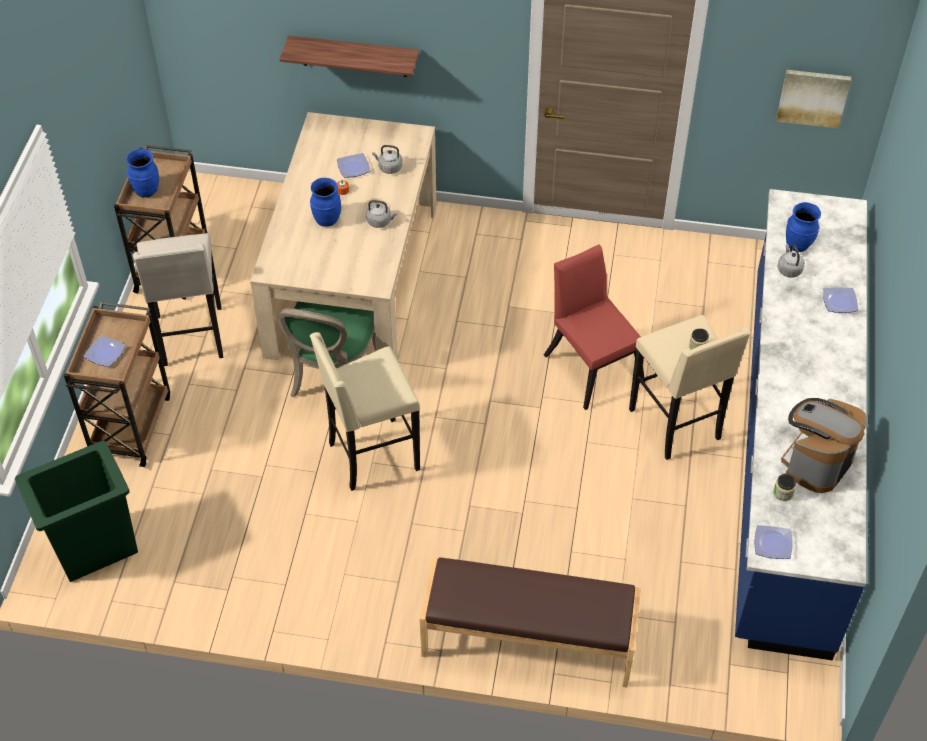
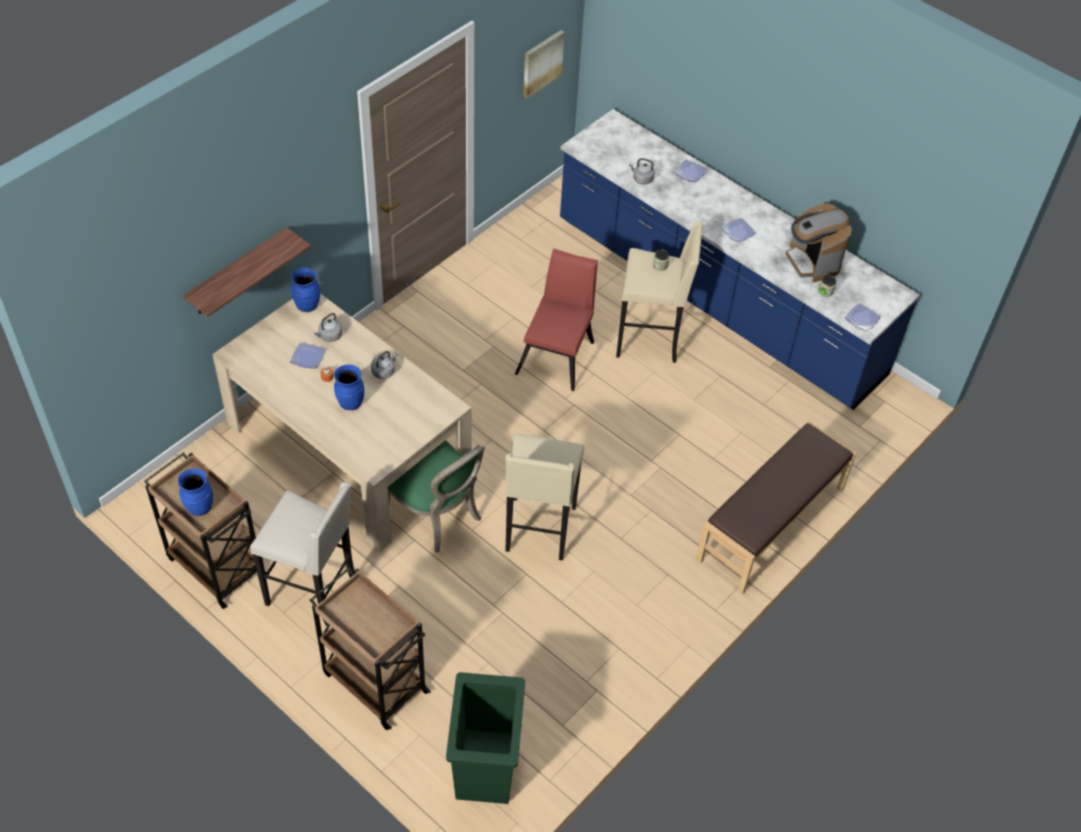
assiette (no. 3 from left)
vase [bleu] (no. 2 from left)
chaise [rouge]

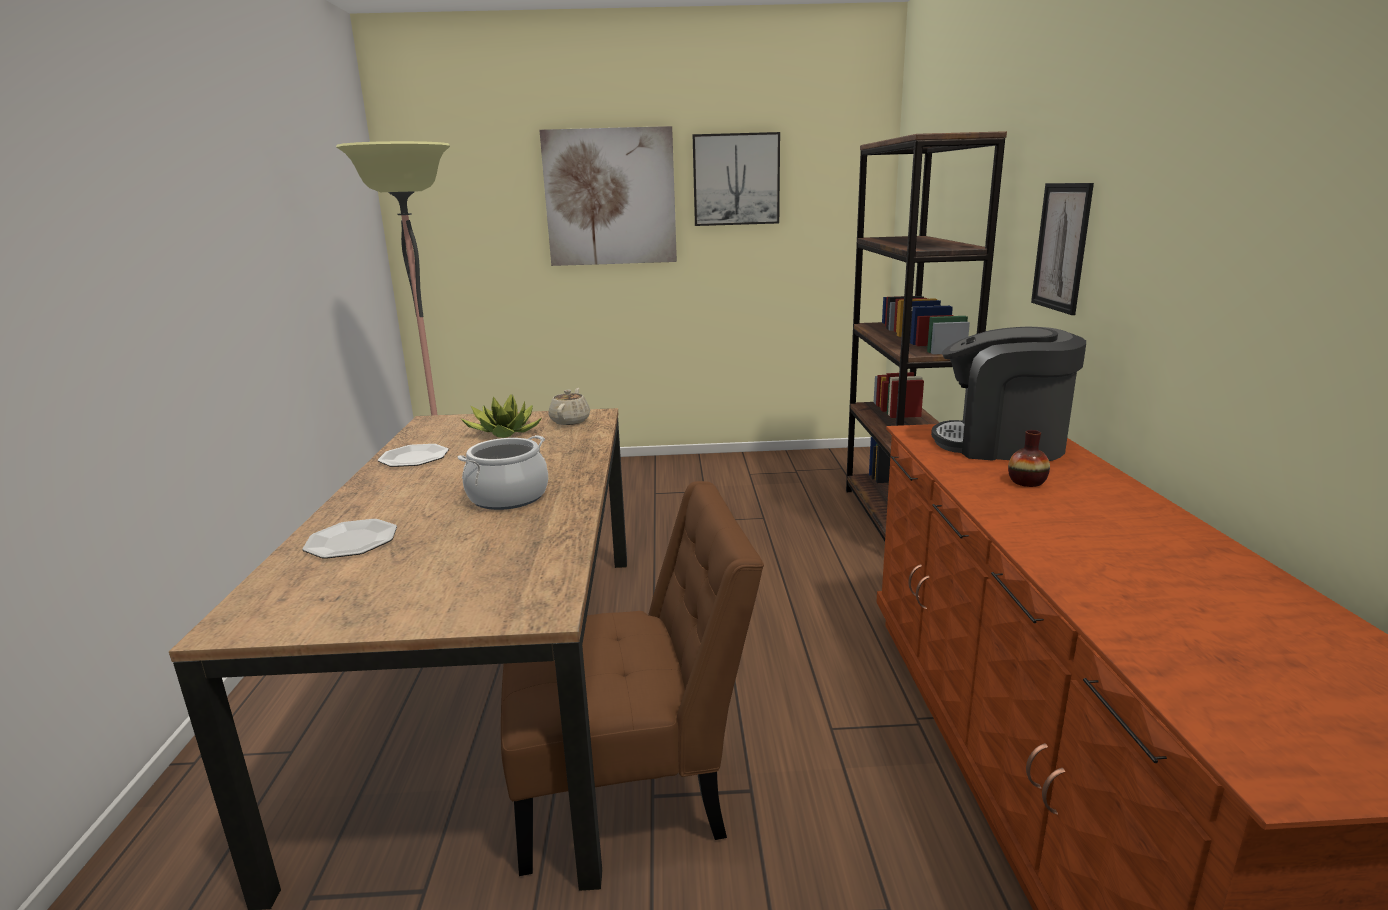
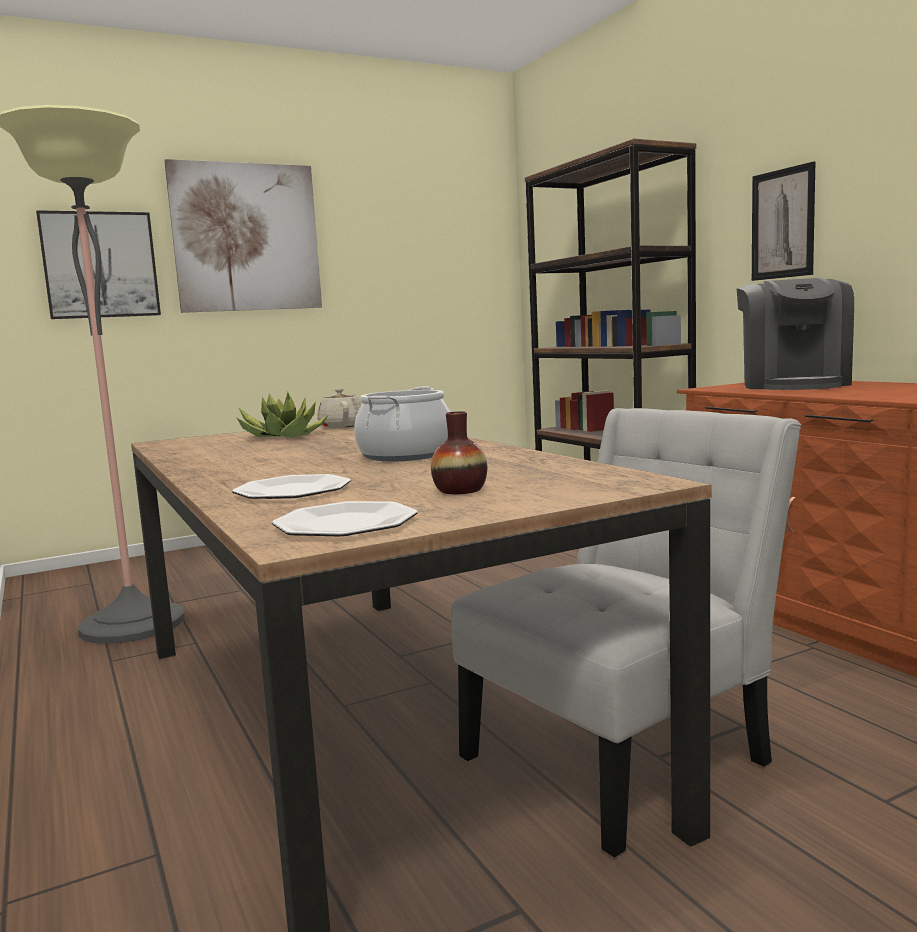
assiette (no. 2 from left)
tableau (no. 1 from left)
vase
chaise [blanc]
machine à café

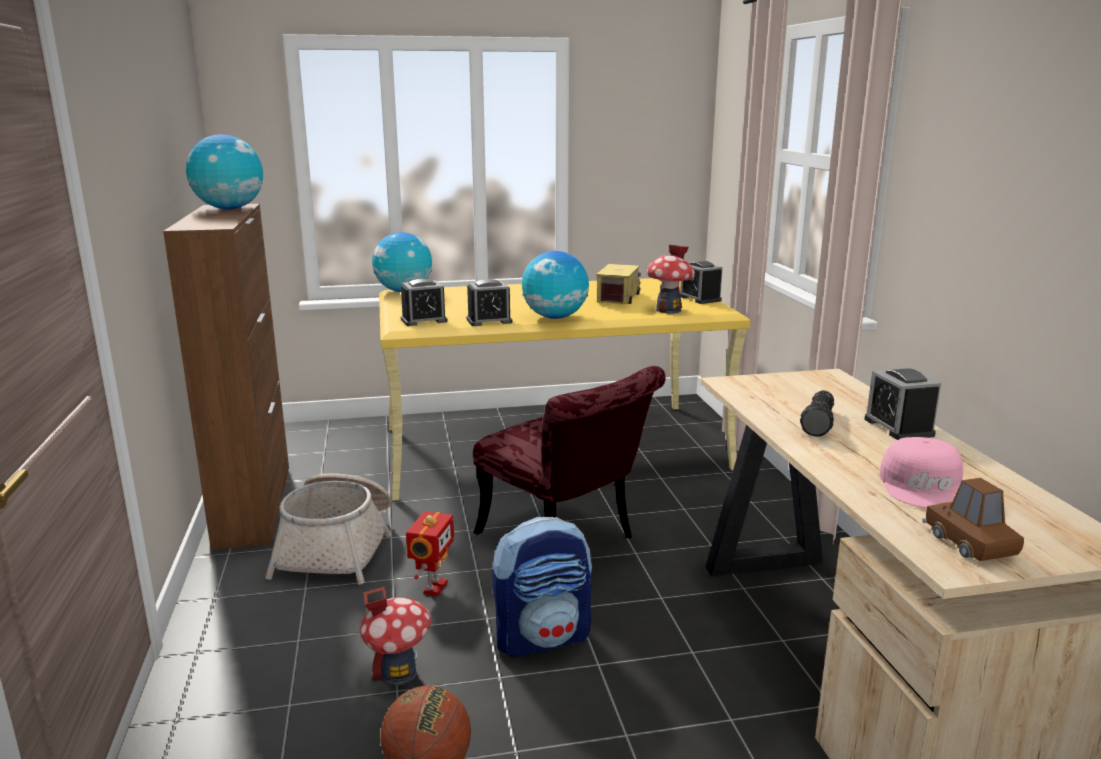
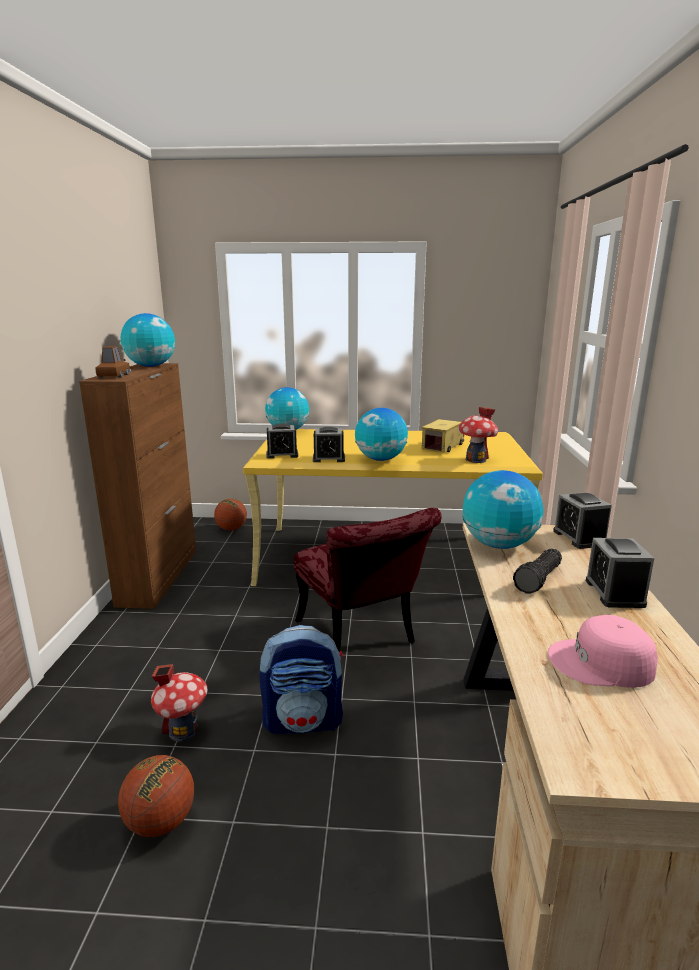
panier
robot jouet
ballon de basket (no. 2 from left)
globe (no. 4 from left)
réveil (no. 3 from left)
petite voiture [marron]
casquette [rose]

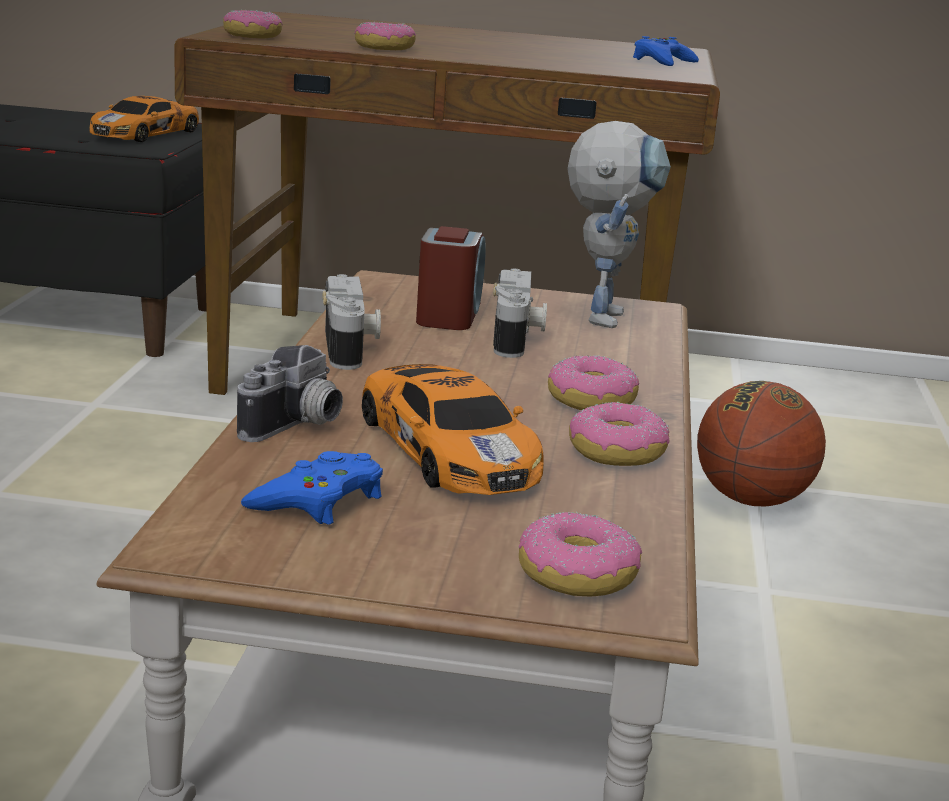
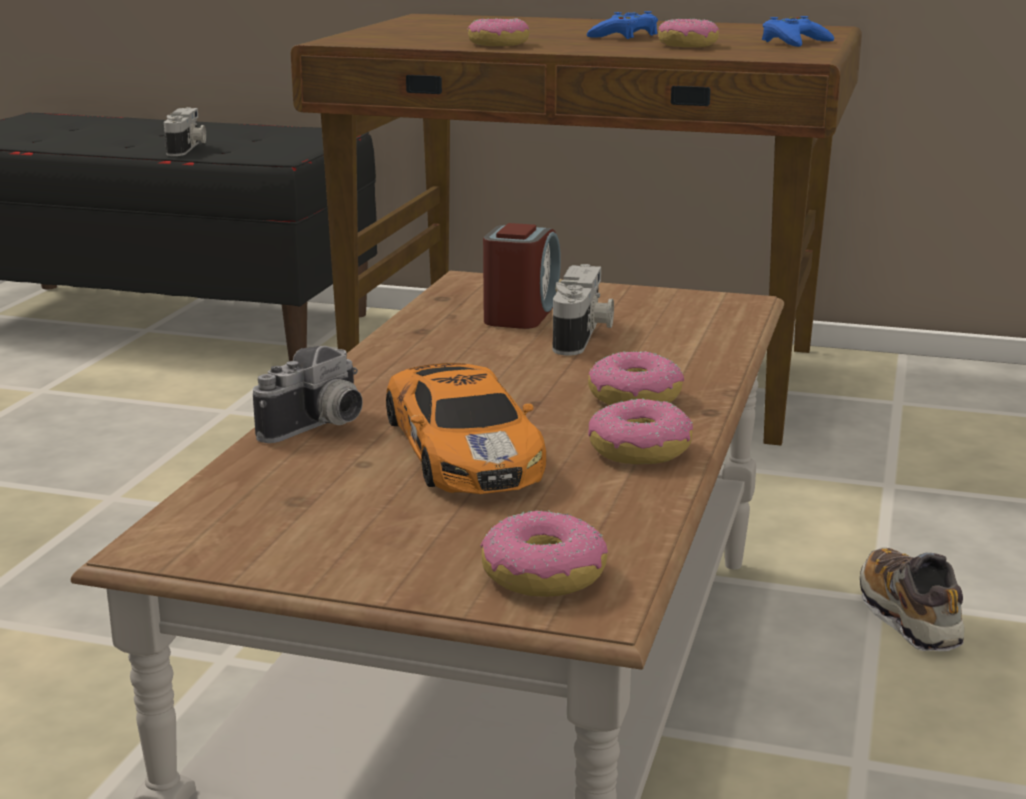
petite voiture (no. 1 from left in the first image)
robot jouet
ballon de basket
chaussure
beignet (no. 5 from left)
manette [bleu] (no. 1 from left)
appareil photo (no. 1 from left)

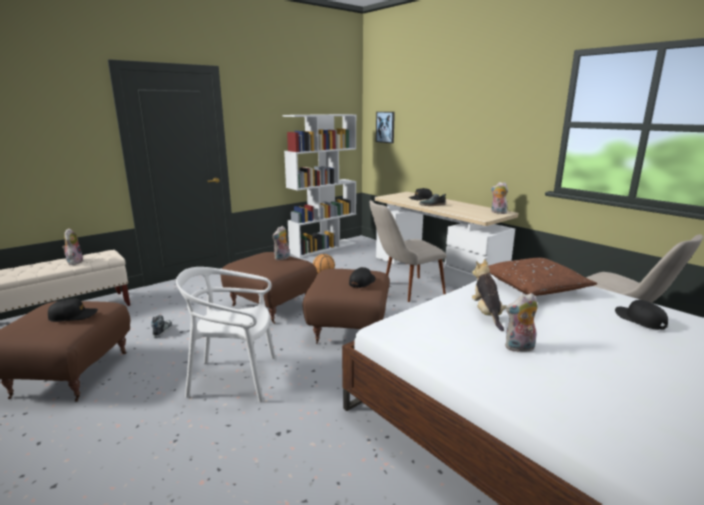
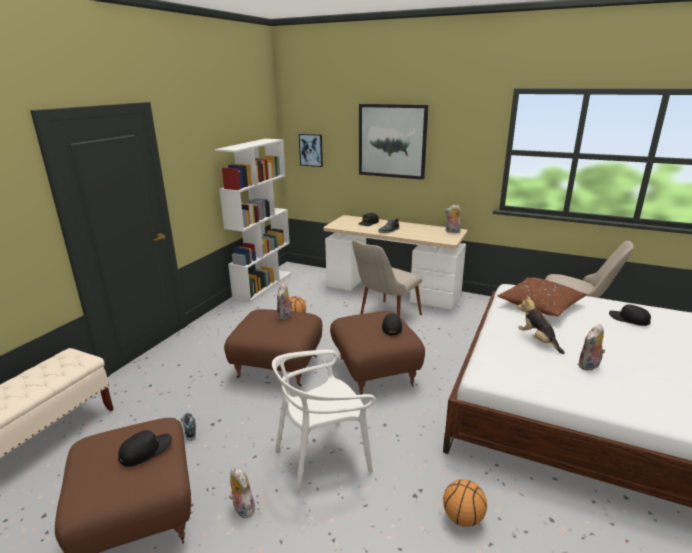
tableau (no. 2 from left)
ballon de basket (no. 2 from left)
peluche (no. 1 from left)

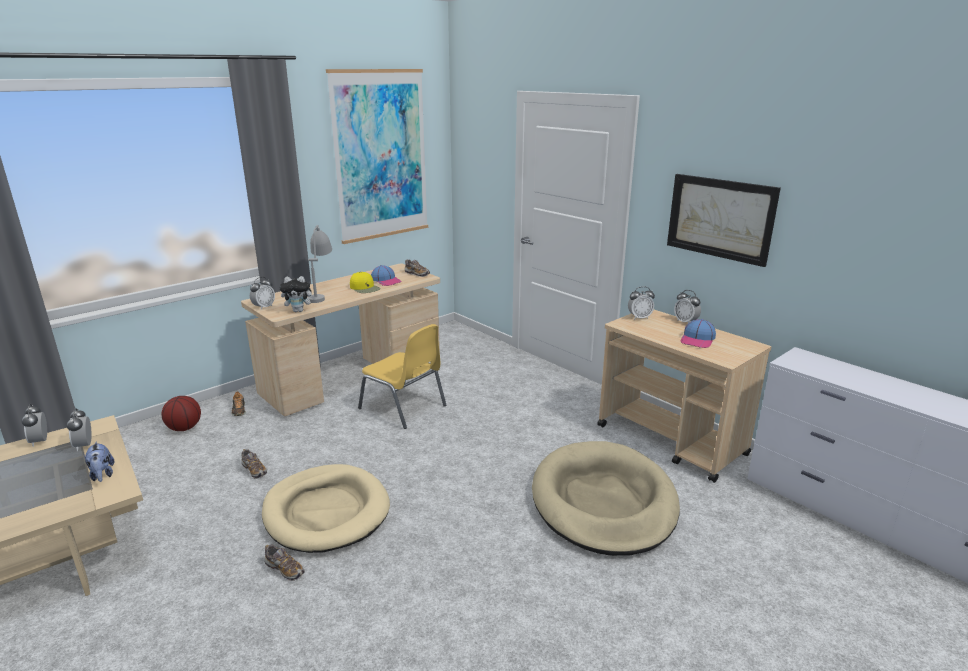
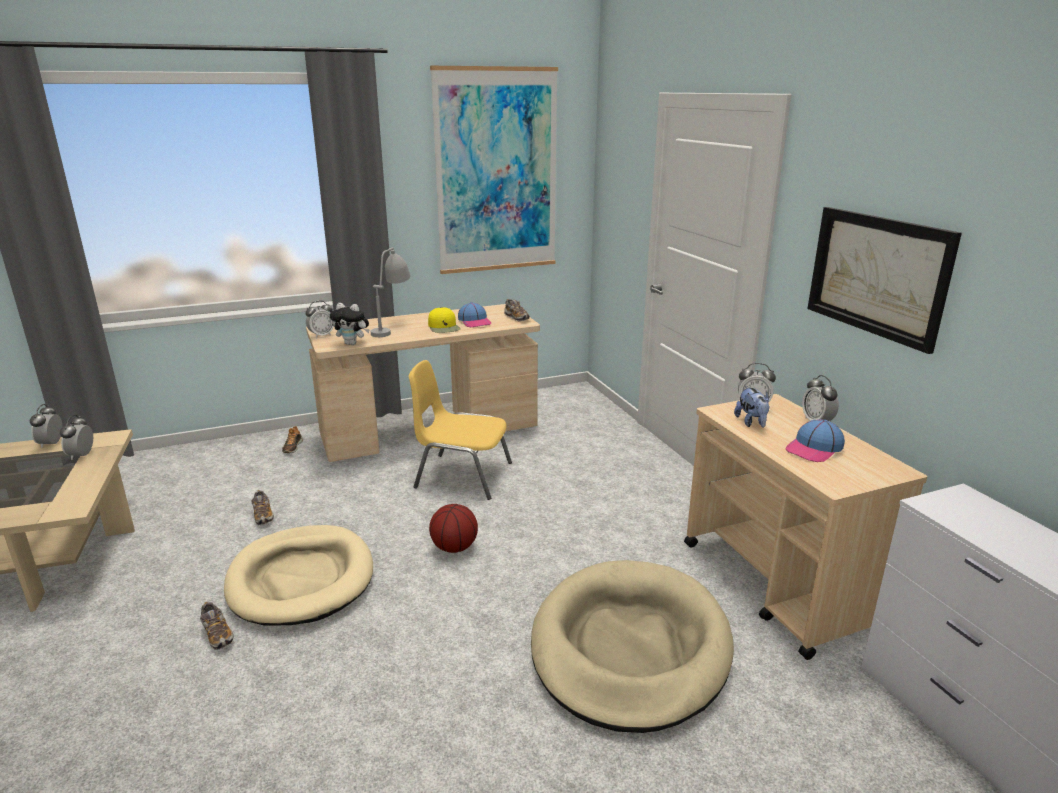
peluche (no. 2 from left)
ballon de basket
chaise [jaune]

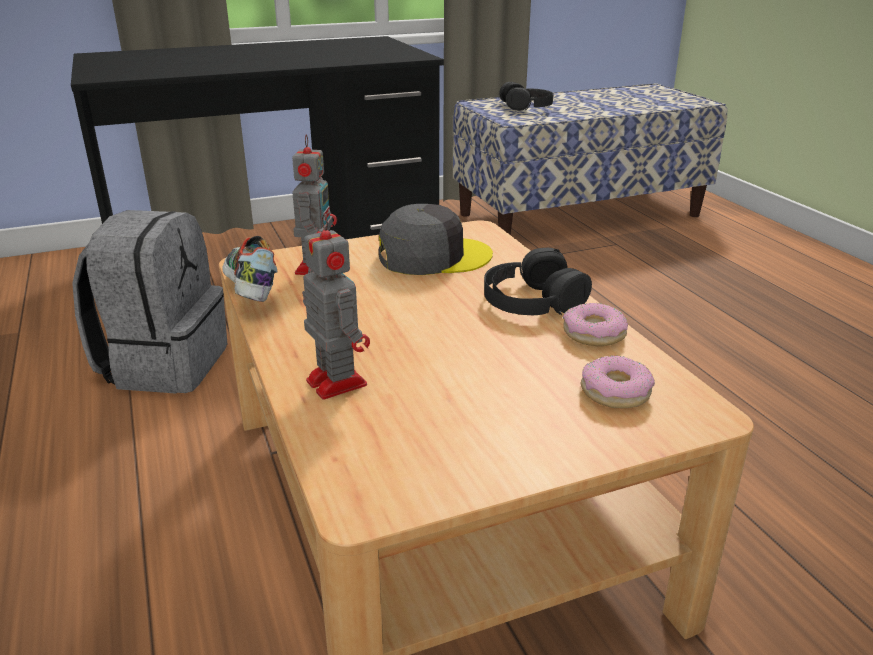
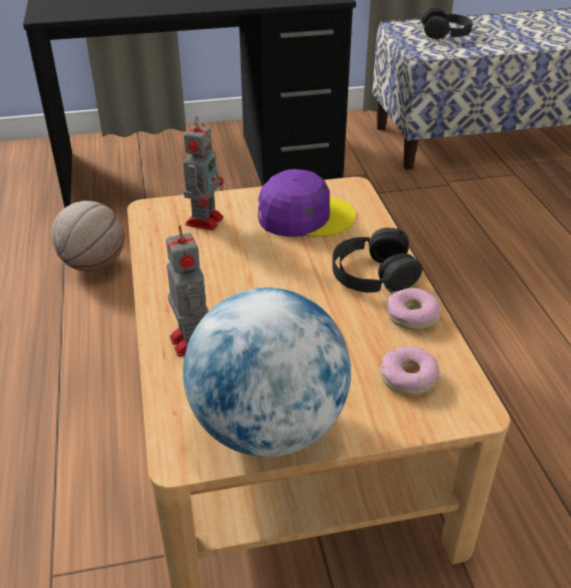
chaussure
globe
ballon de basket
casquette [violet]

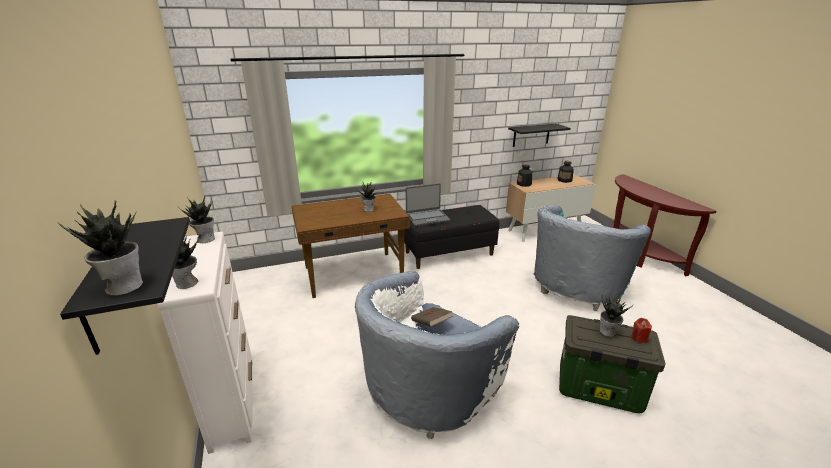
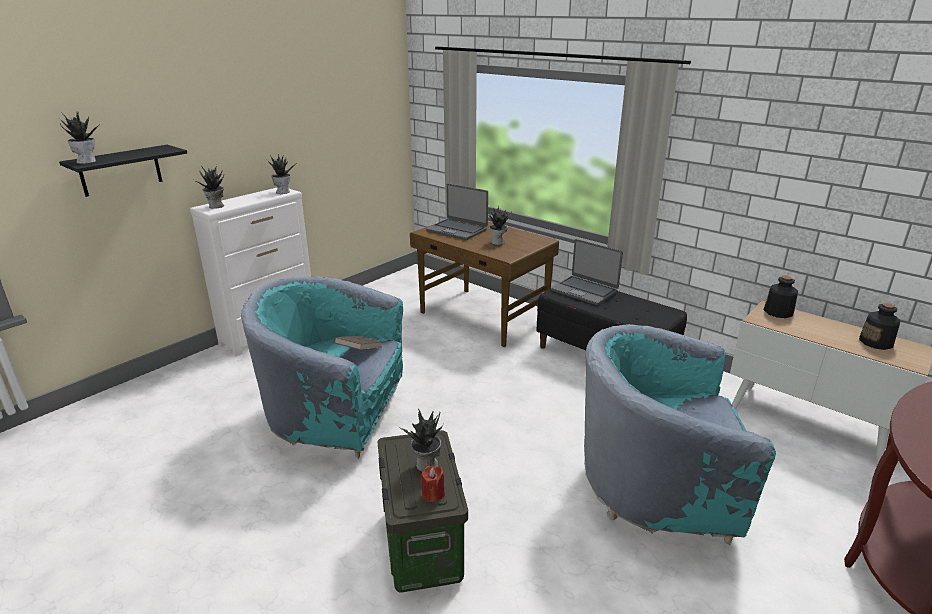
étagère [noir] (no. 2 from left in the first image)
ordinateur portable (no. 1 from left)
fauteuil [turquoise] (no. 1 from left)

